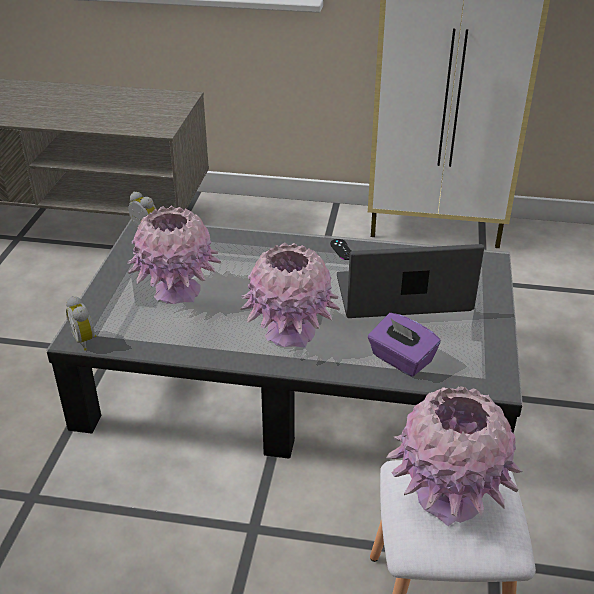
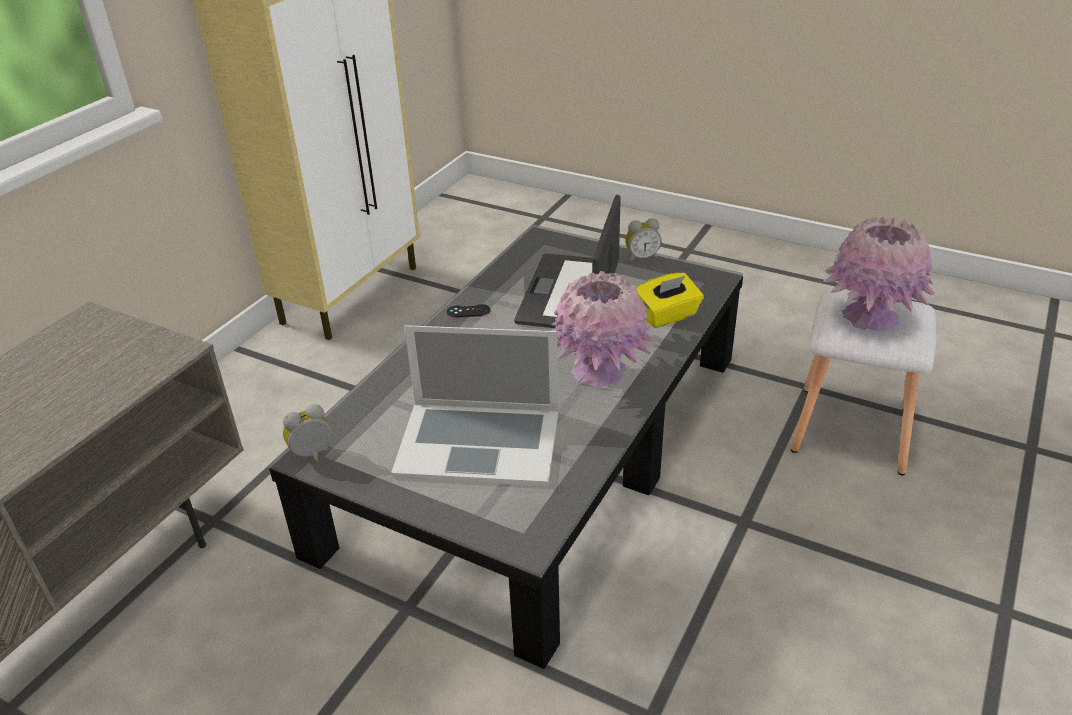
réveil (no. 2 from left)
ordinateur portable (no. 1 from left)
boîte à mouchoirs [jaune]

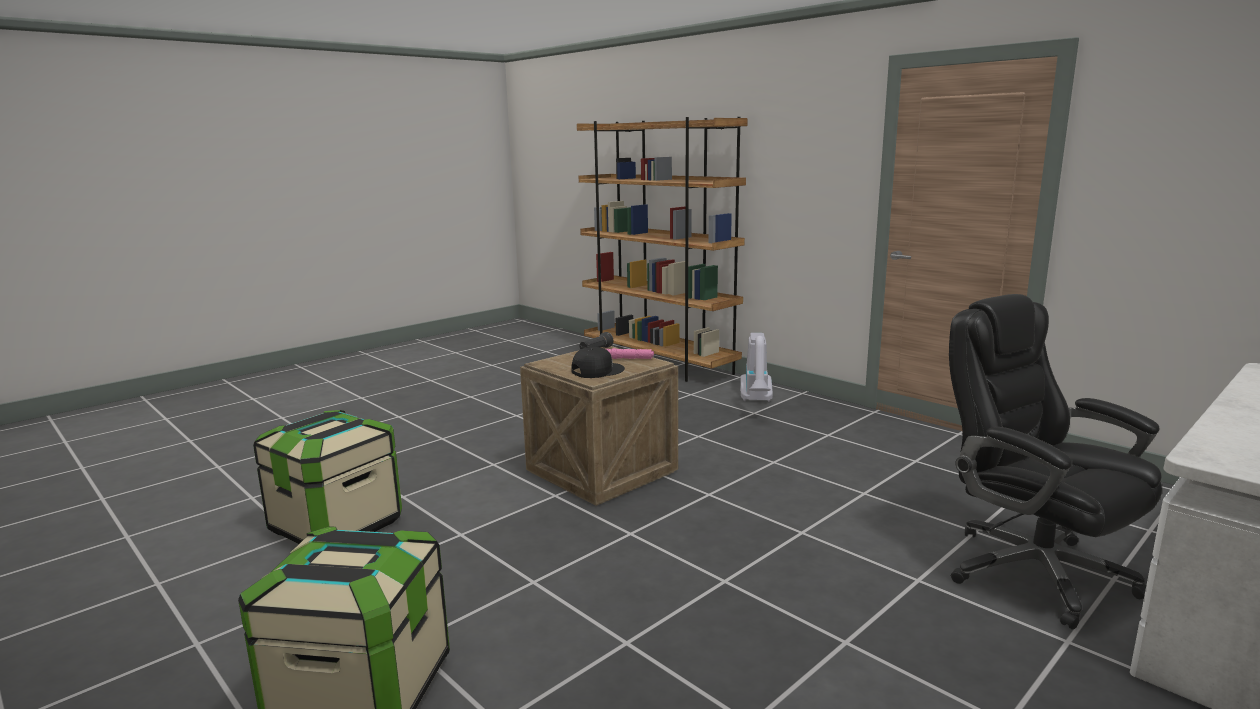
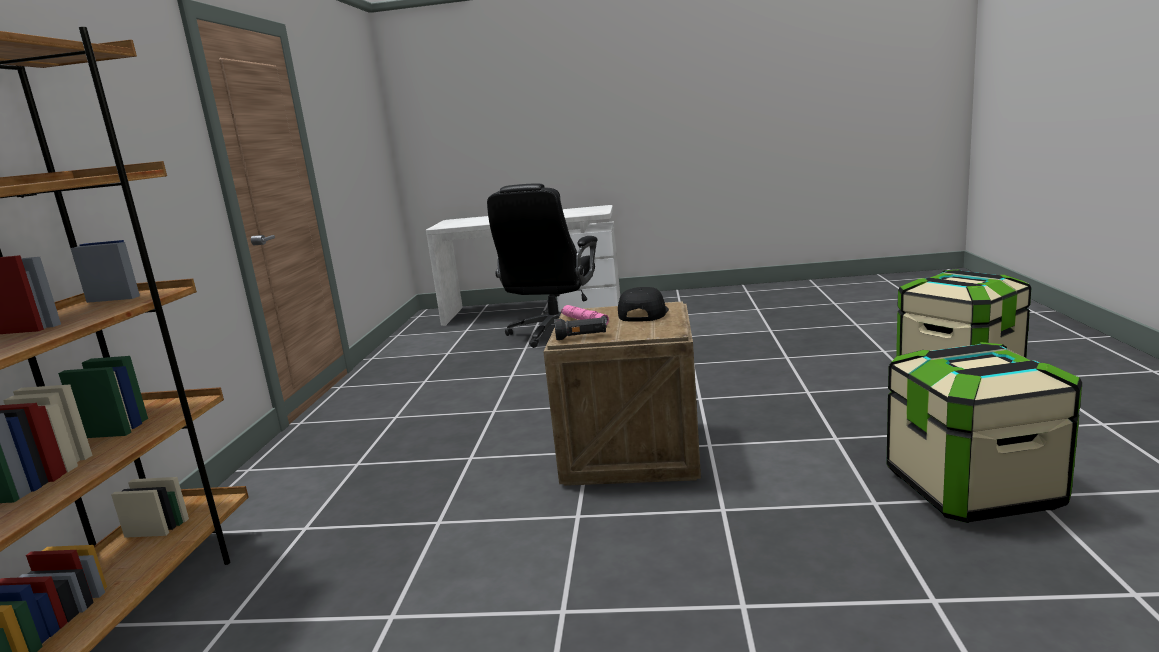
aspirateur
casquette [noir]

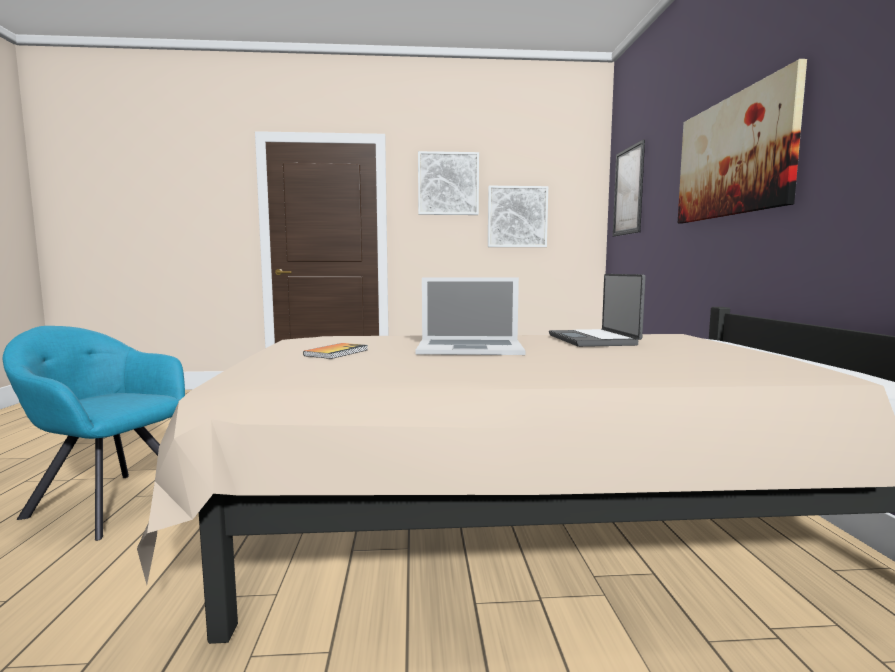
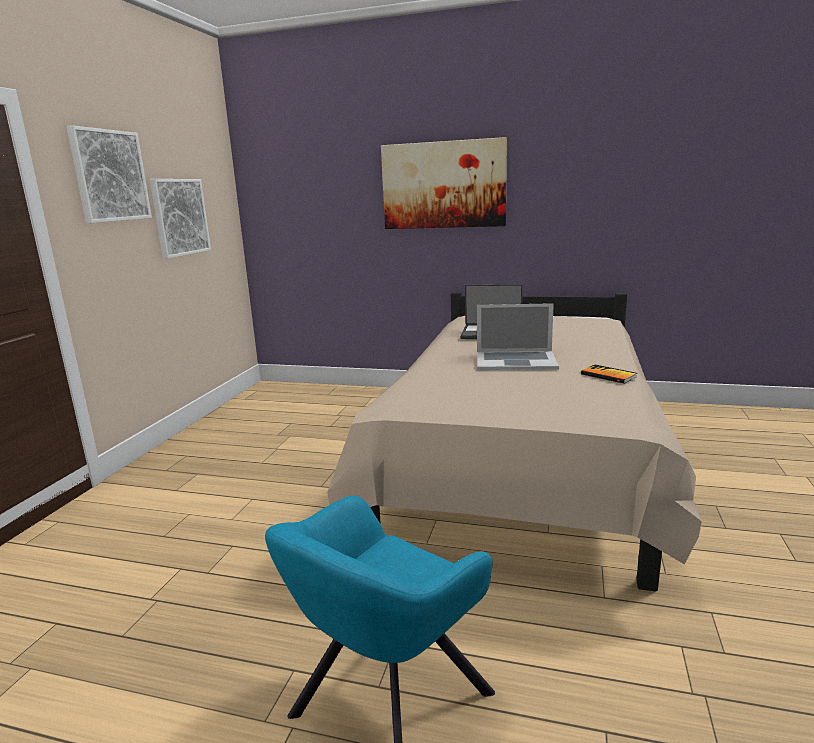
tableau (no. 3 from left in the first image)
livre
ordinateur portable (no. 2 from left)

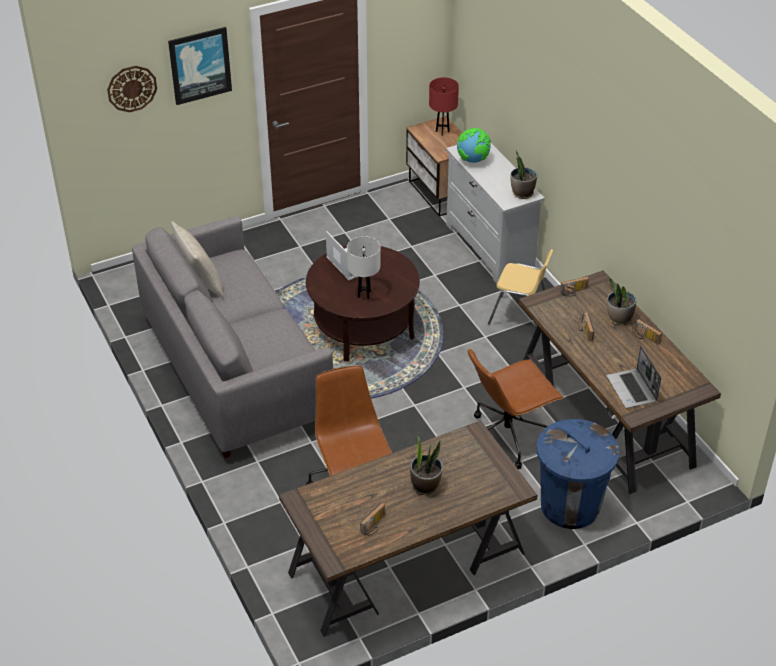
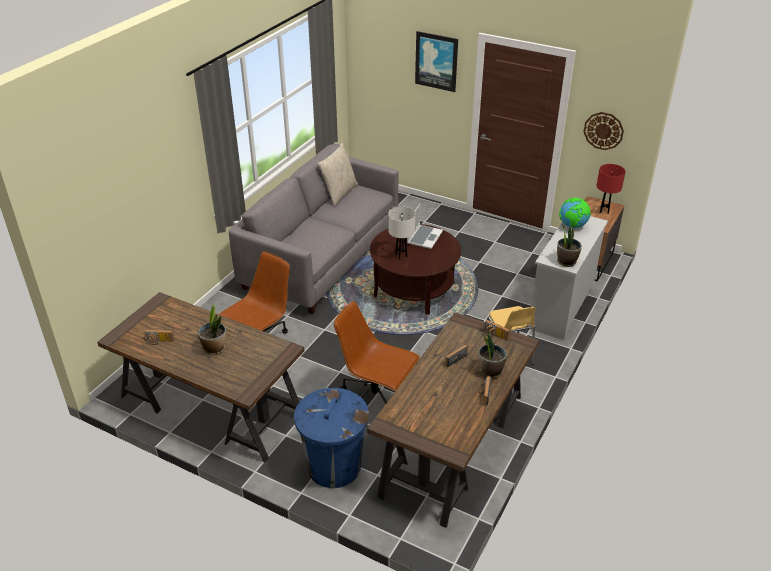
ordinateur portable (no. 2 from left in the first image)
horloge murale

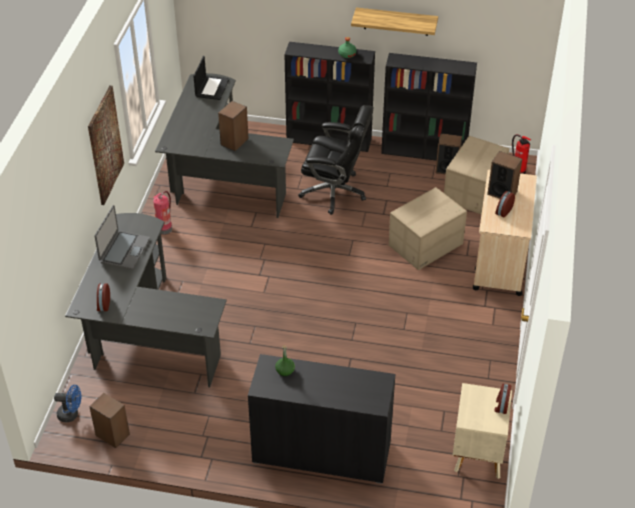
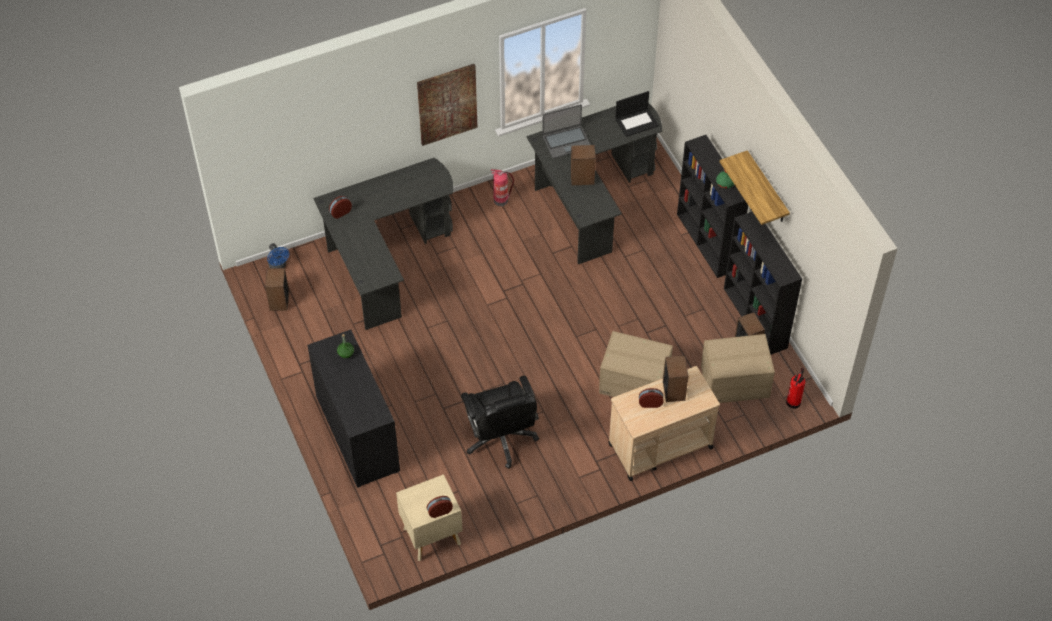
ordinateur portable (no. 1 from left)
chaise de bureau [noir]

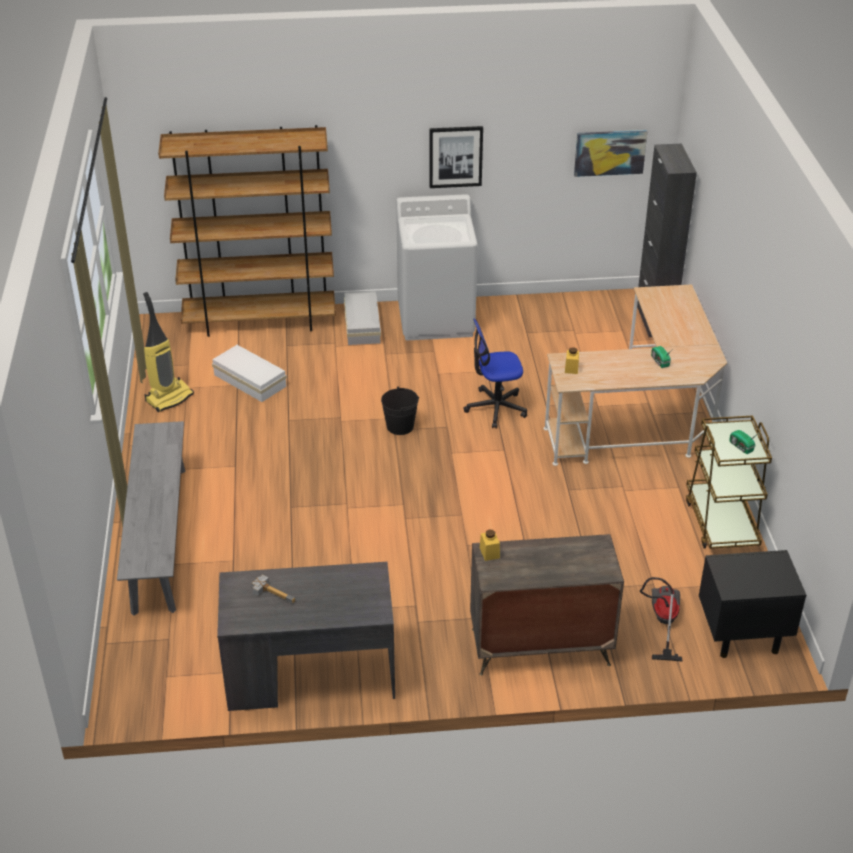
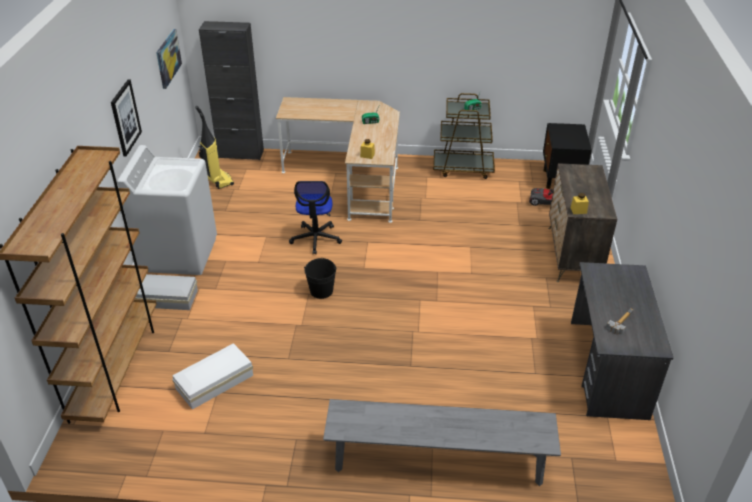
aspirateur (no. 1 from left)

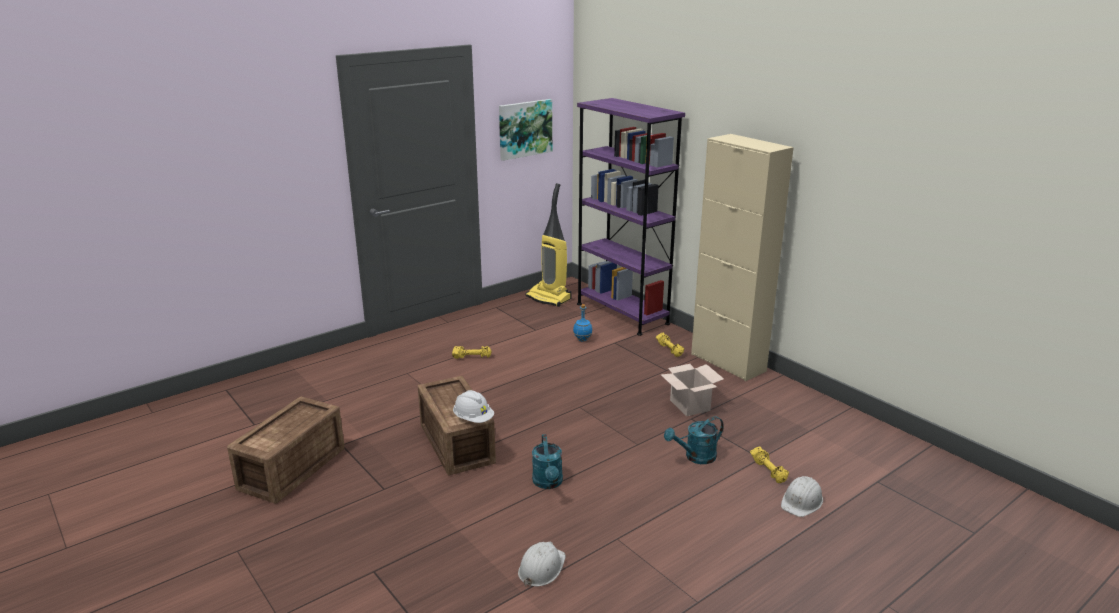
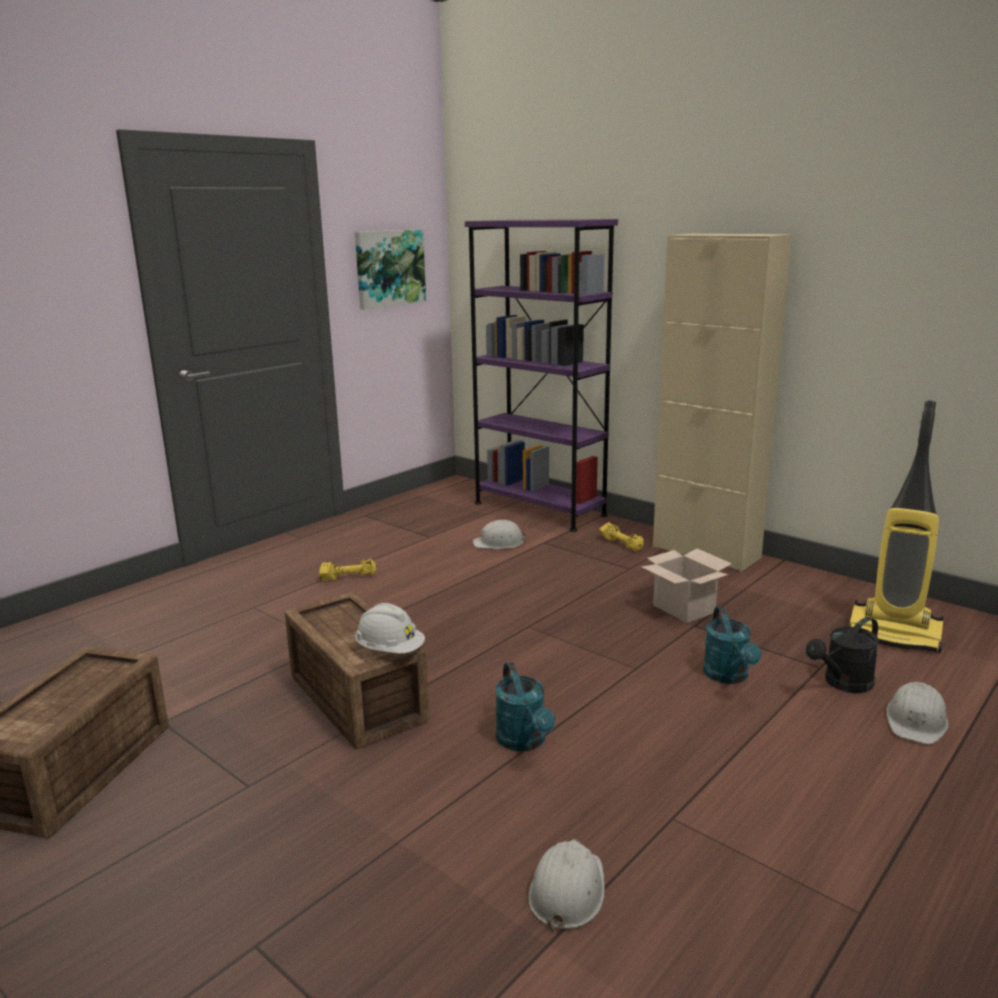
aspirateur
casque de chantier [blanc] (no. 2 from left)
arrosoir [noir]
arrosoir [turquoise] (no. 2 from left)

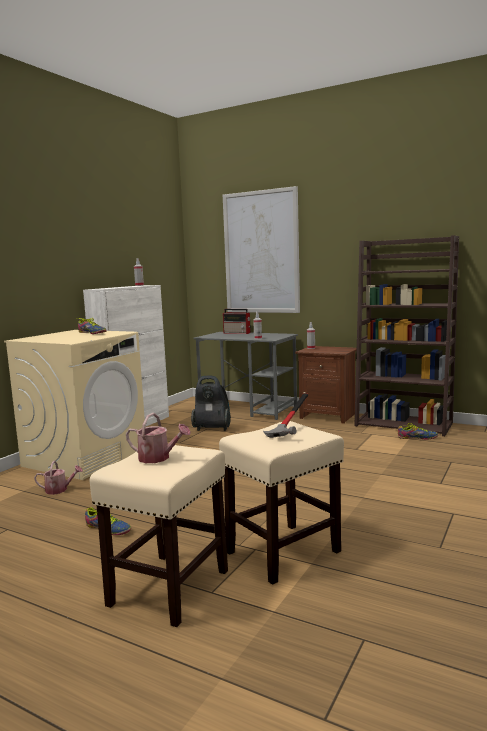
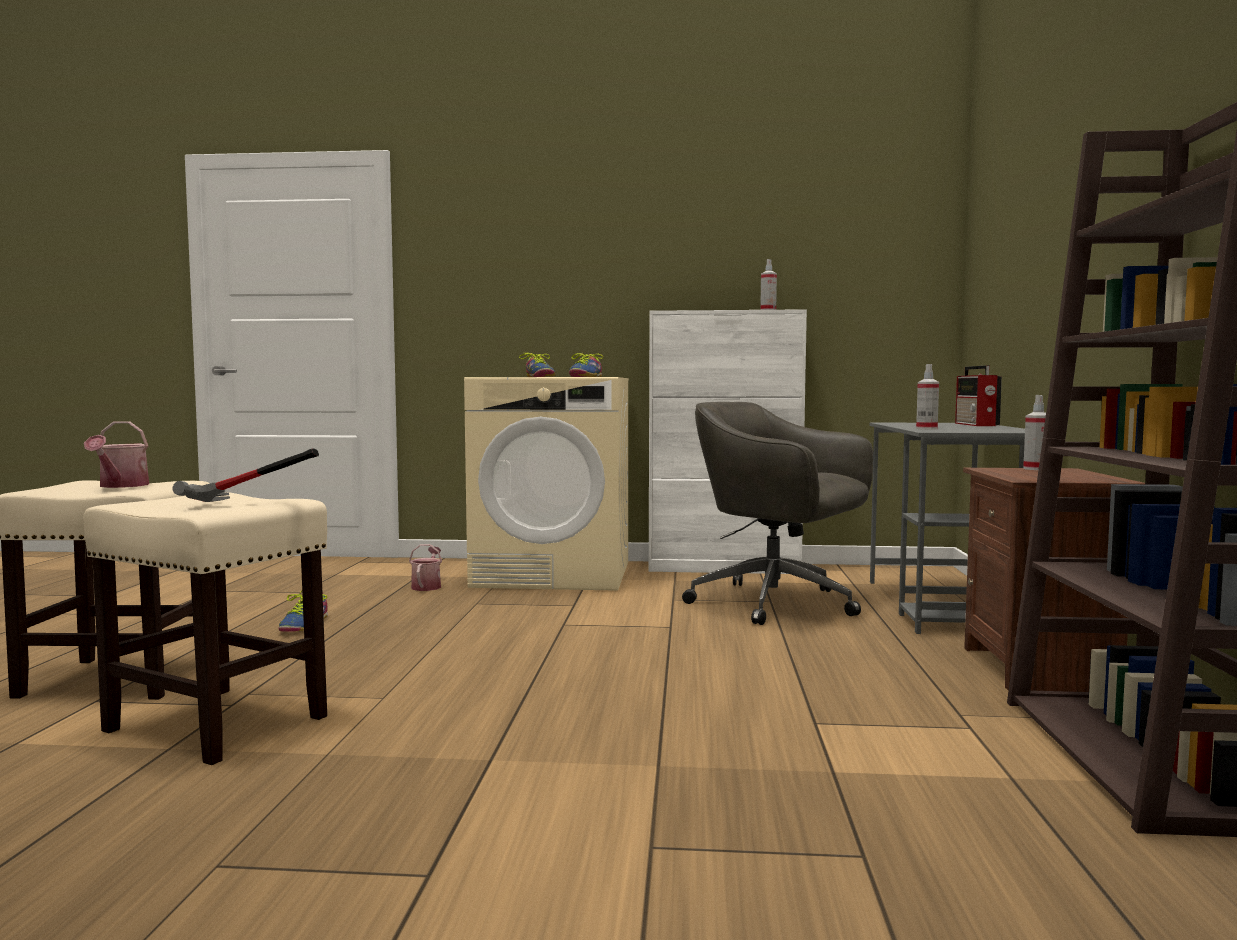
tableau
chaussure (no. 2 from left)
chaise de bureau [gris]
arrosoir (no. 2 from left)

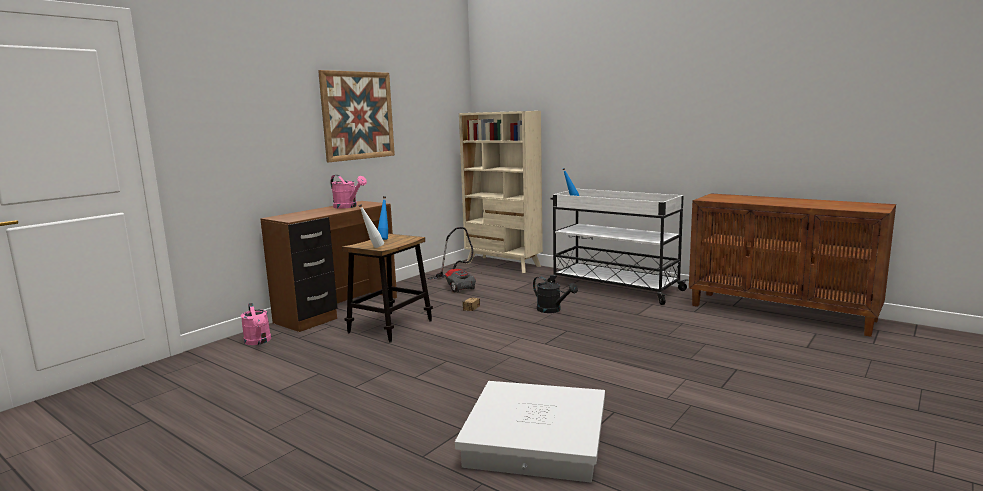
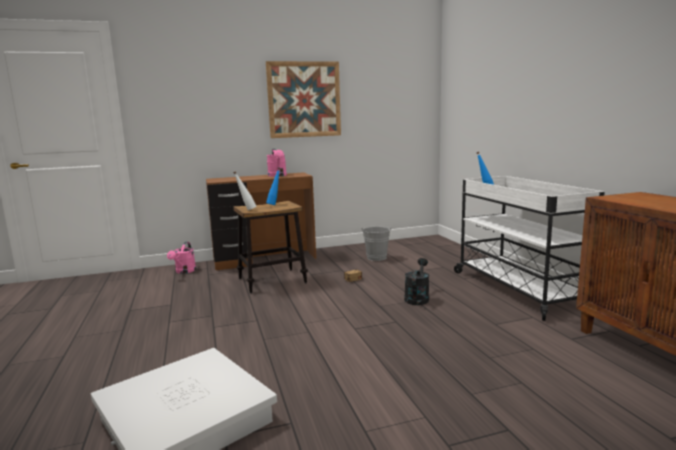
bibliothèque [beige]
seau [gris]
arrosoir [noir]

